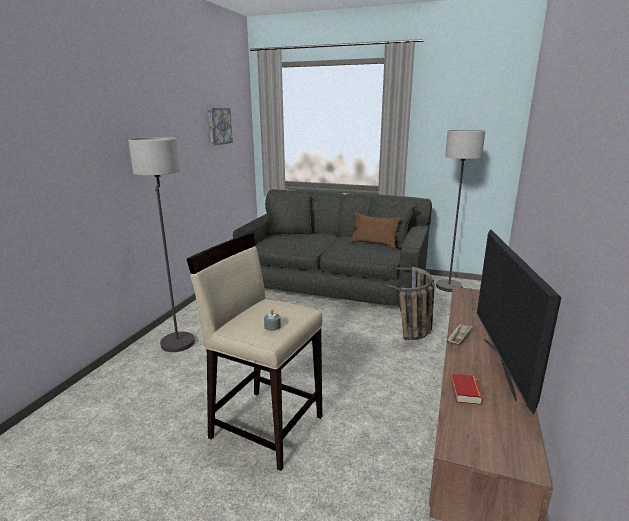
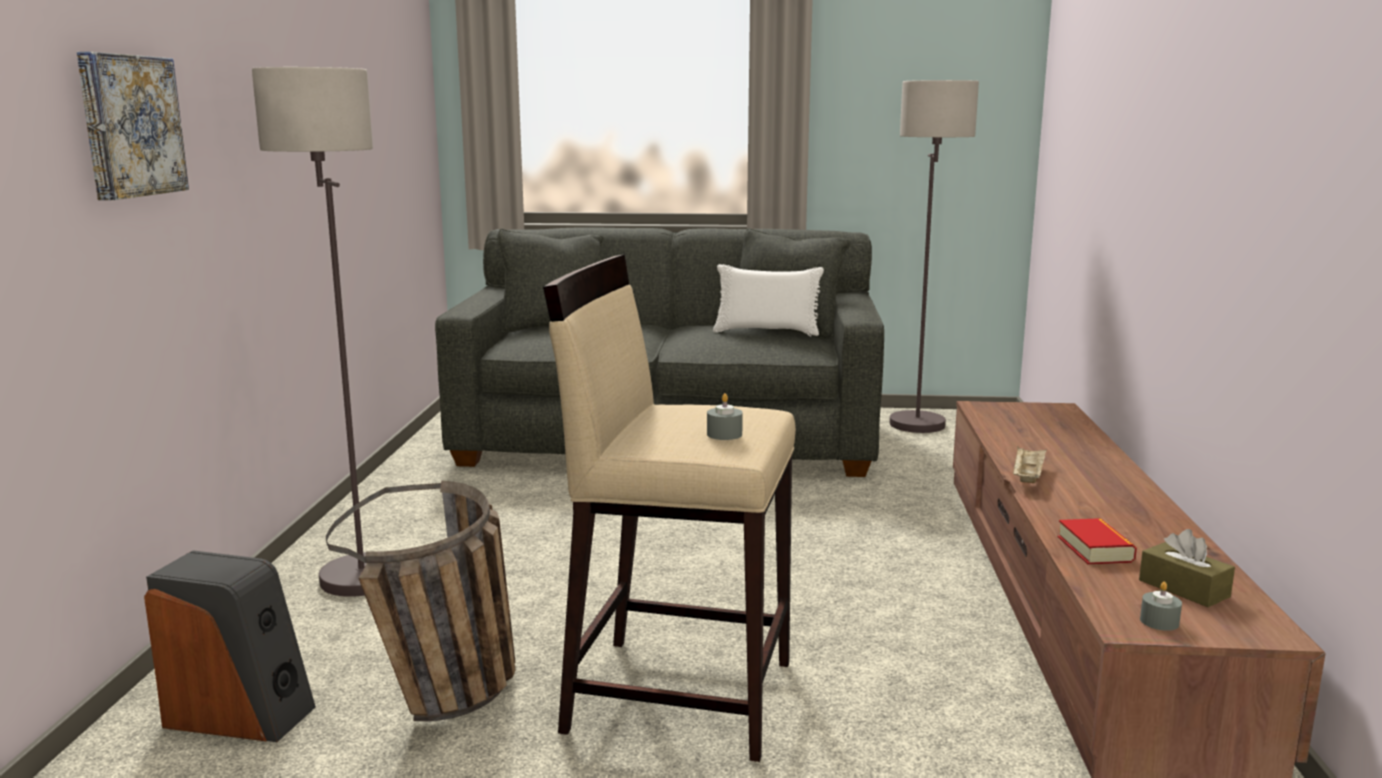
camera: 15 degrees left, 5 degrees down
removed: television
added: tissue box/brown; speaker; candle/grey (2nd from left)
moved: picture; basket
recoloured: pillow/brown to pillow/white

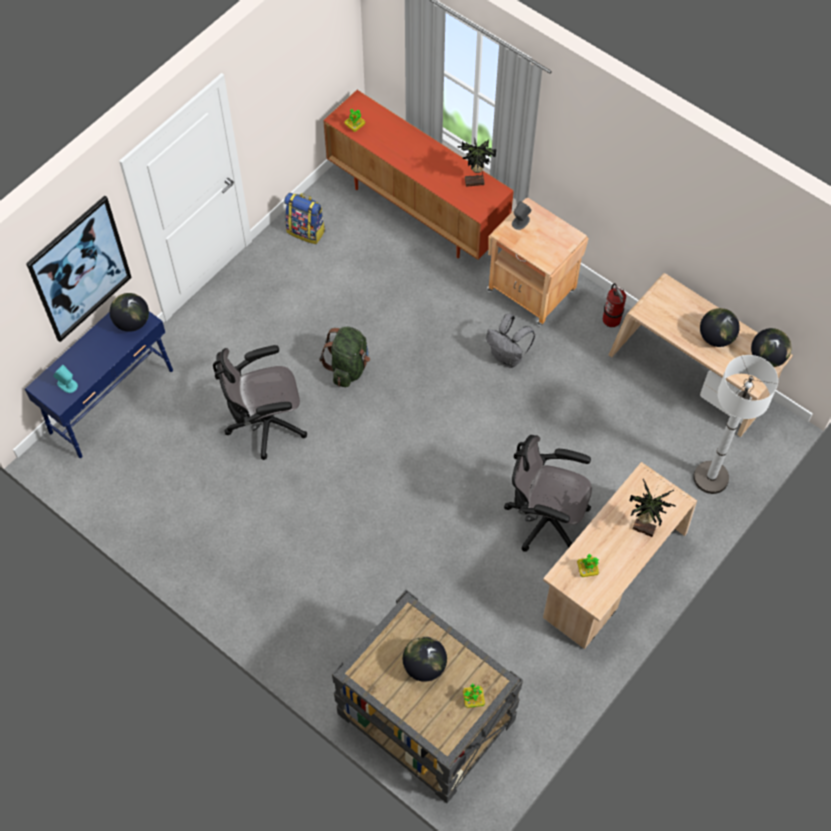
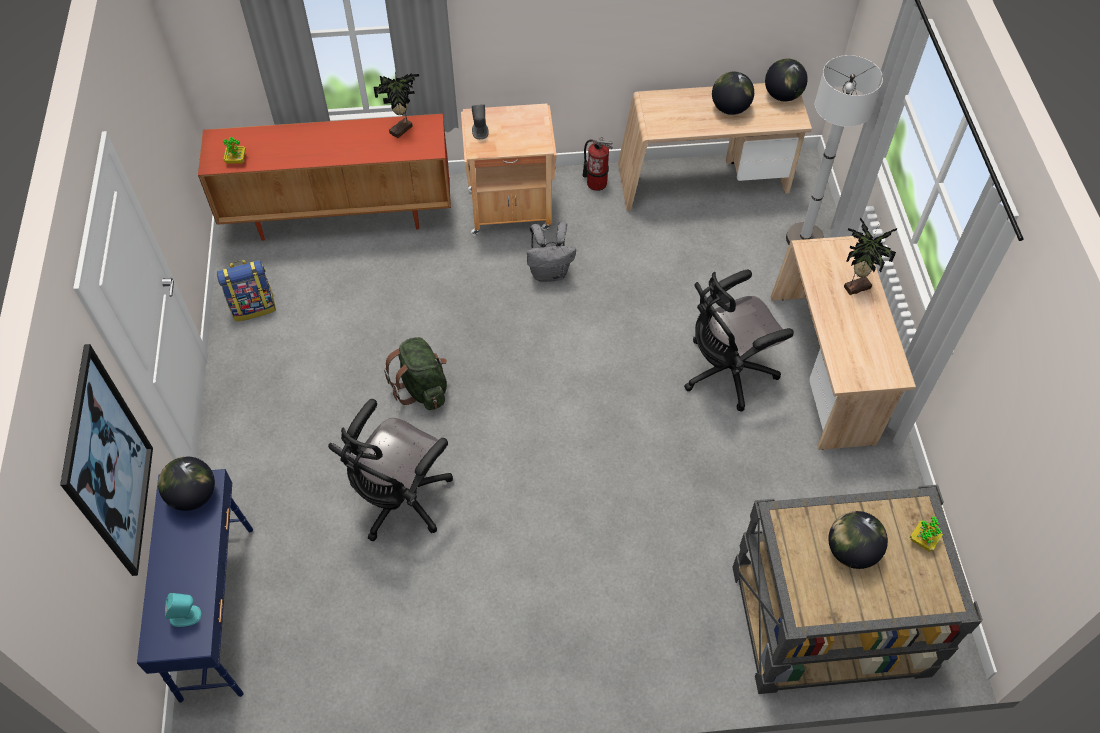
camera: 45 degrees left, 5 degrees down
removed: potted plant (4th from left)

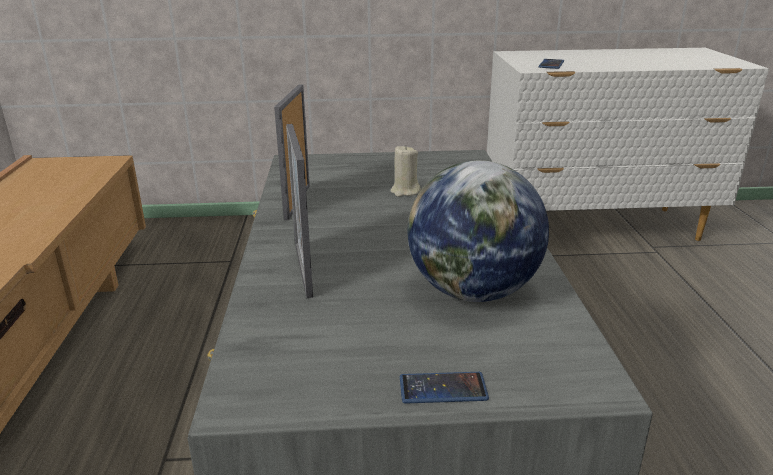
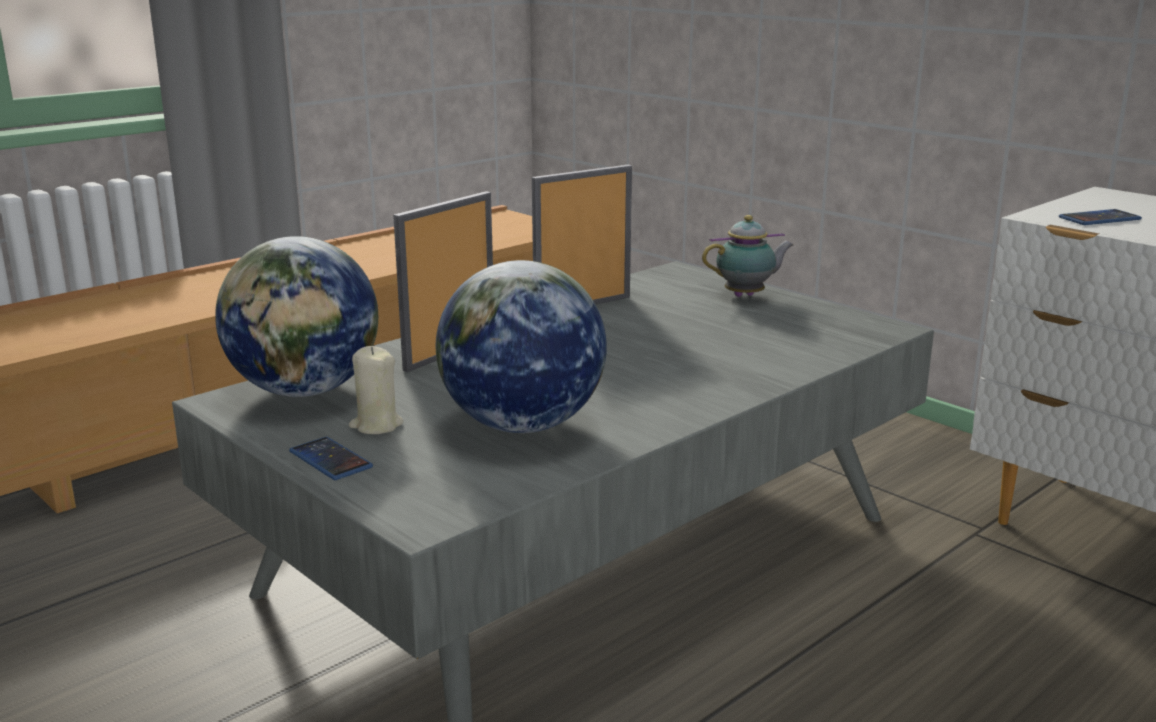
camera: 50 degrees right, 5 degrees down
added: teapot; globe (1st from left)
moved: candle/beige

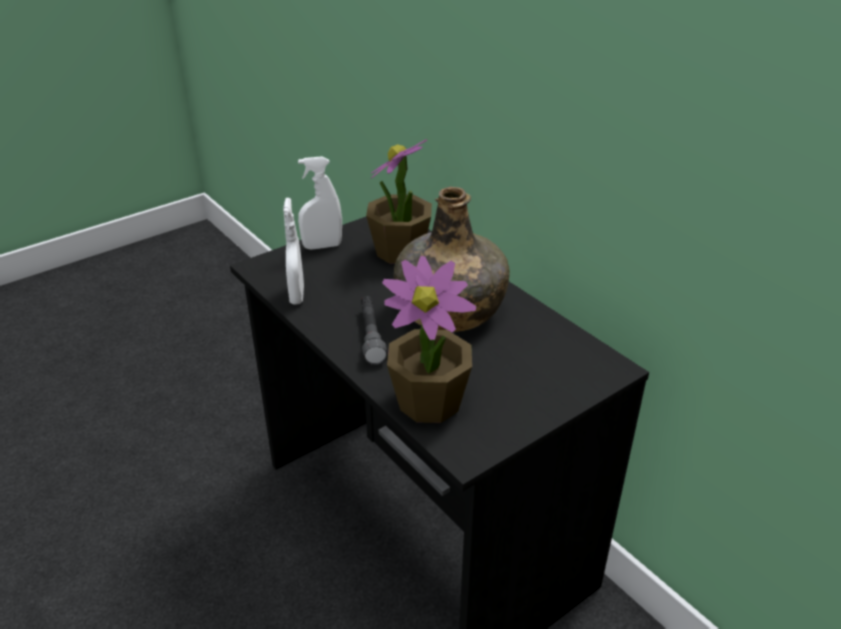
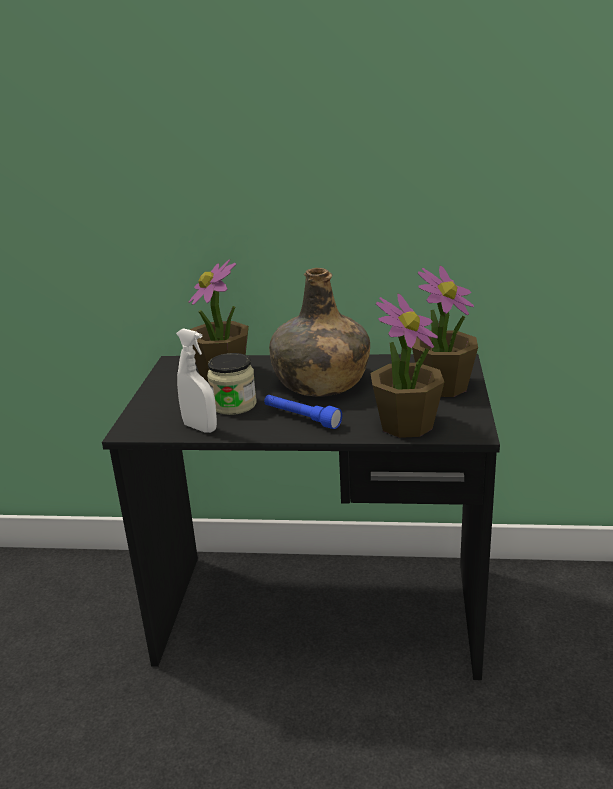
camera: 45 degrees left, 10 degrees down
removed: spray bottle/white (2nd from left)
added: potted plant (3rd from left); jar
recoloured: flashlight/grey to flashlight/blue

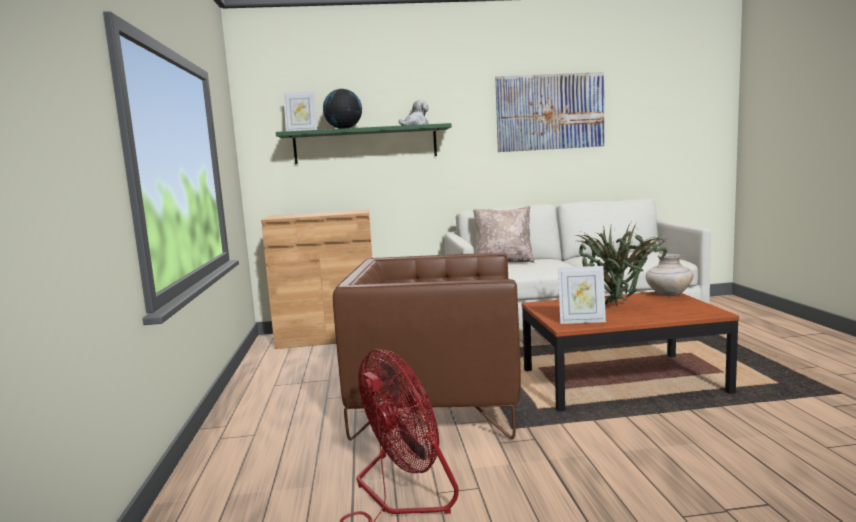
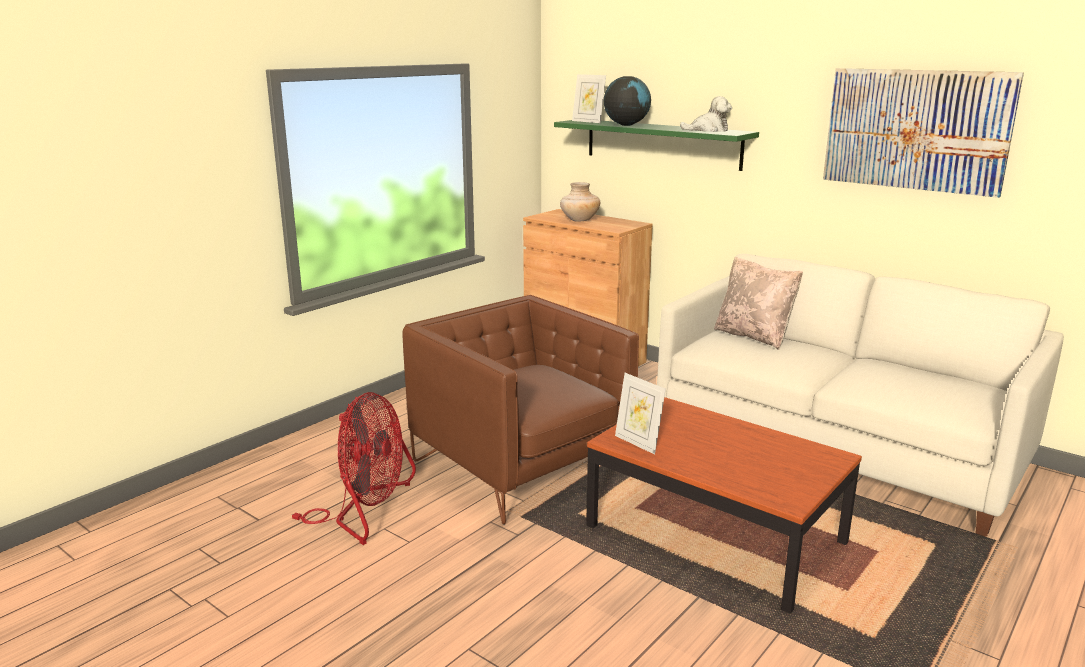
camera: 45 degrees right, 10 degrees up
removed: potted plant
moved: vase/beige

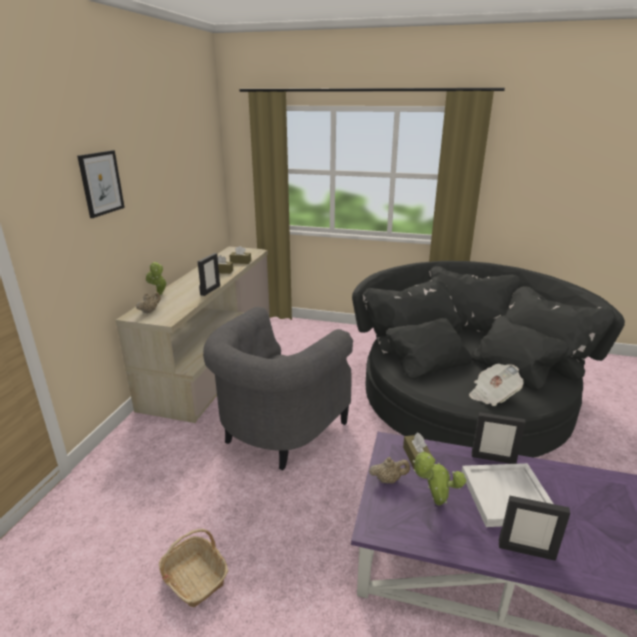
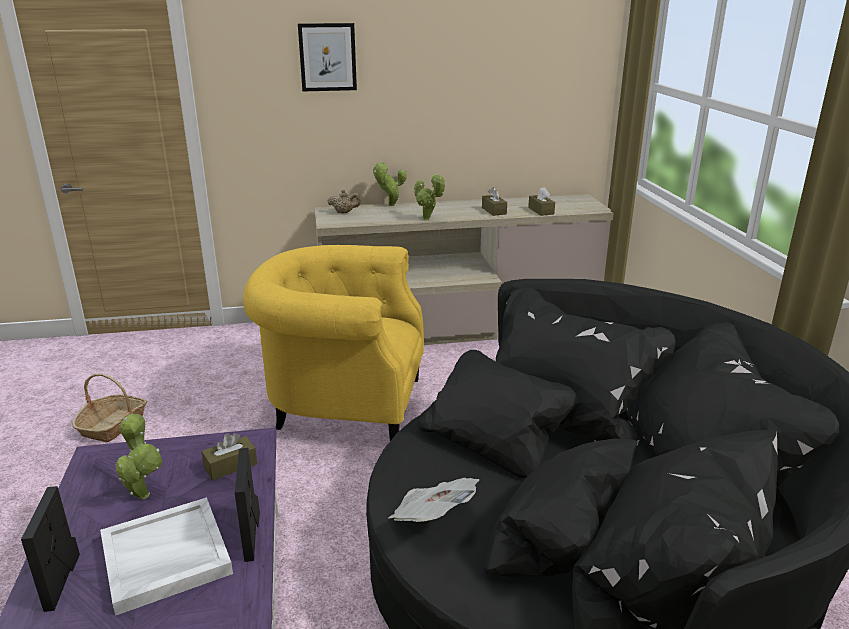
camera: 65 degrees right, 0 degrees up
removed: teapot/beige (2nd from left)
replaced: picture frame (1st from left) to potted plant (3rd from left)
recoloured: armchair/grey to armchair/yellow

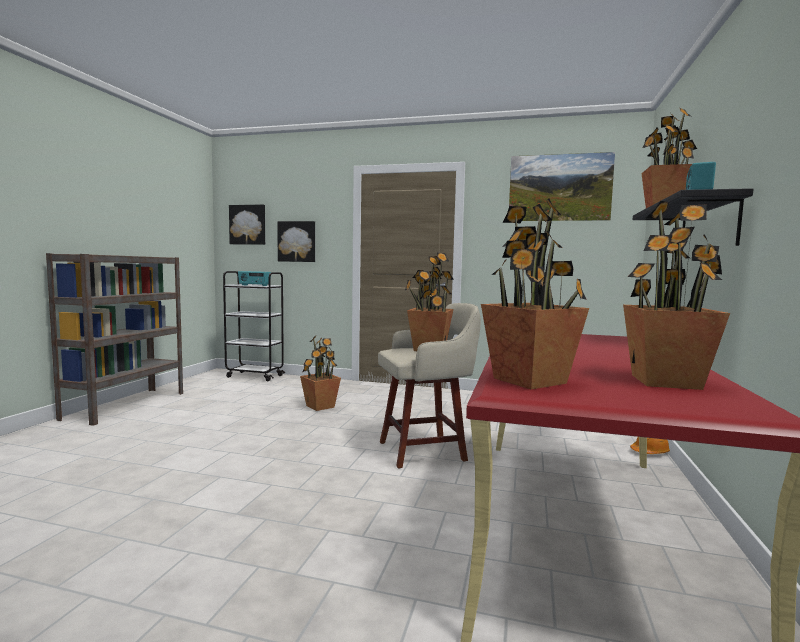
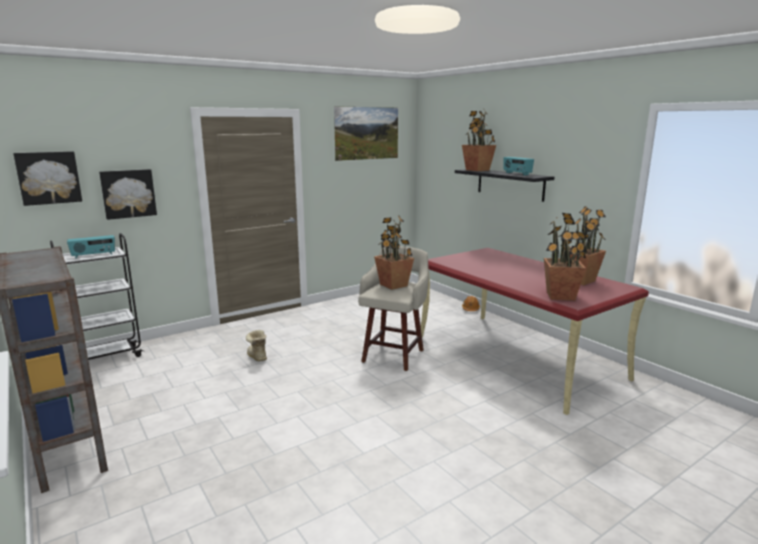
camera: 50 degrees left, 10 degrees up
replaced: potted plant (1st from left) to boot

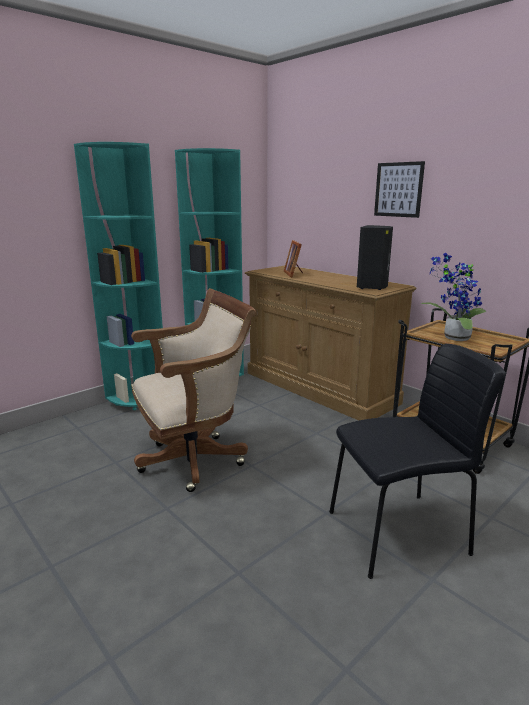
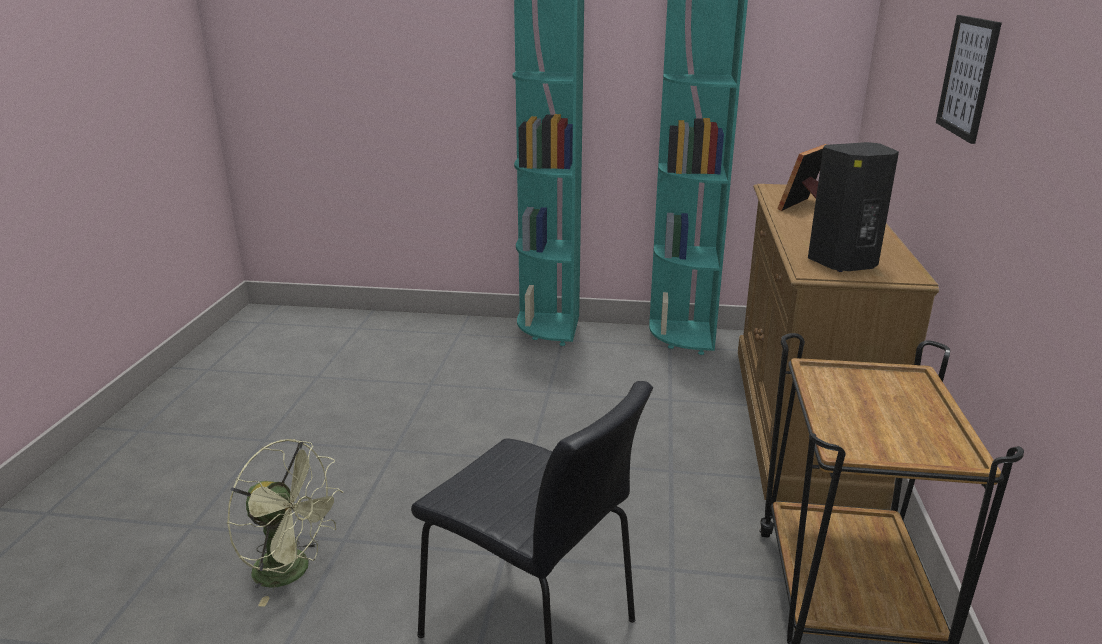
camera: 50 degrees right, 5 degrees up
removed: potted plant; office chair
added: fan/green

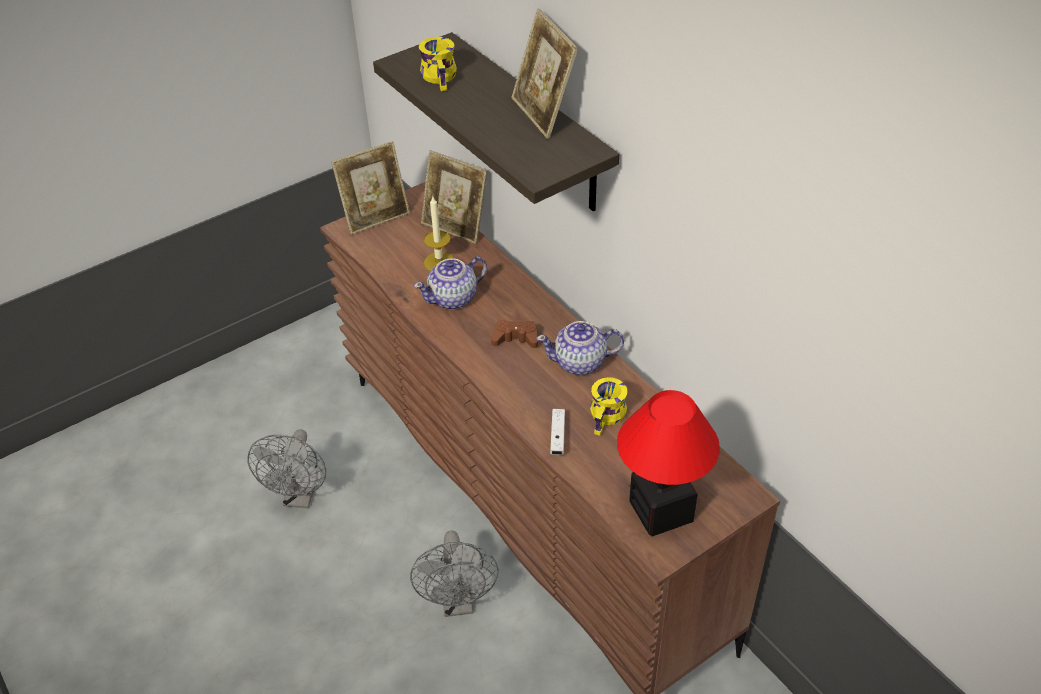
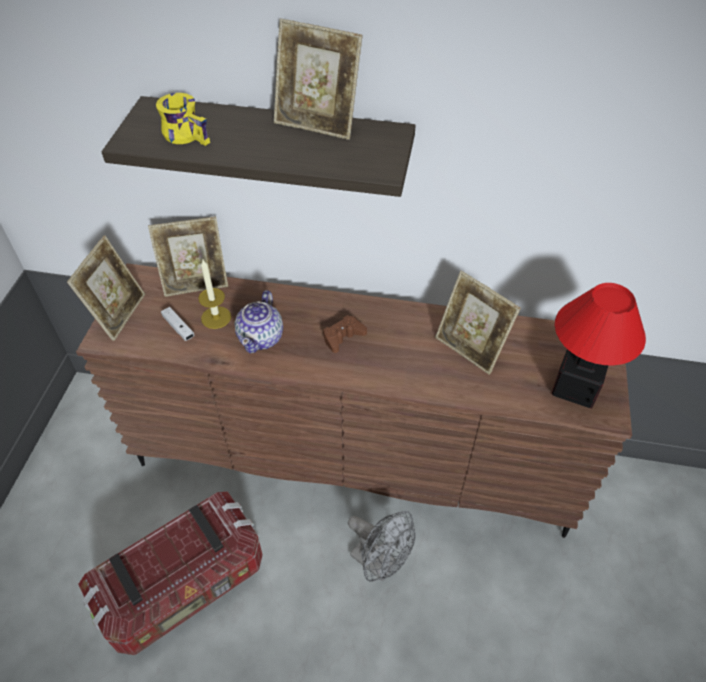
camera: 45 degrees left, 5 degrees up
removed: teapot (2nd from left)
moved: game controller/white
replaced: mug/yellow (2nd from left) to picture frame (4th from left); fan/grey (1st from left) to storage box

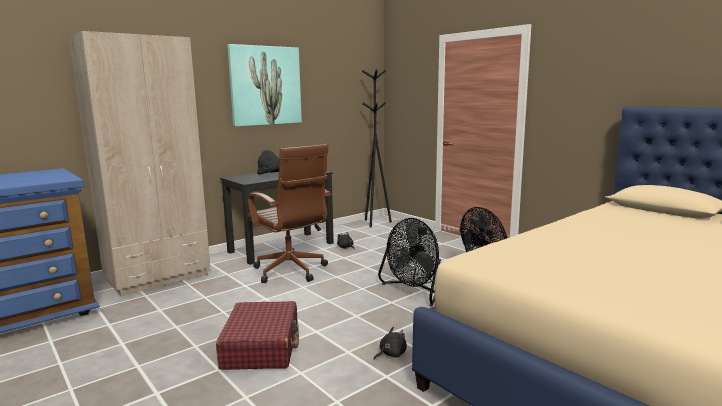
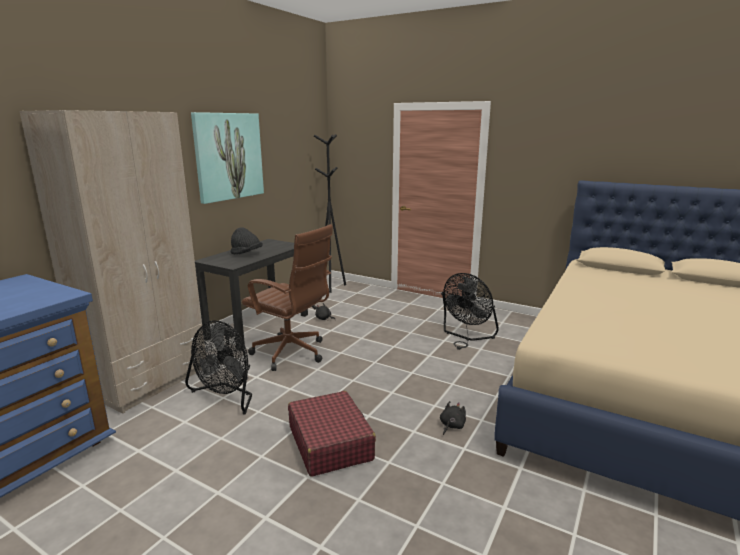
camera: 20 degrees left, 5 degrees up
moved: fan/black (1st from left)

